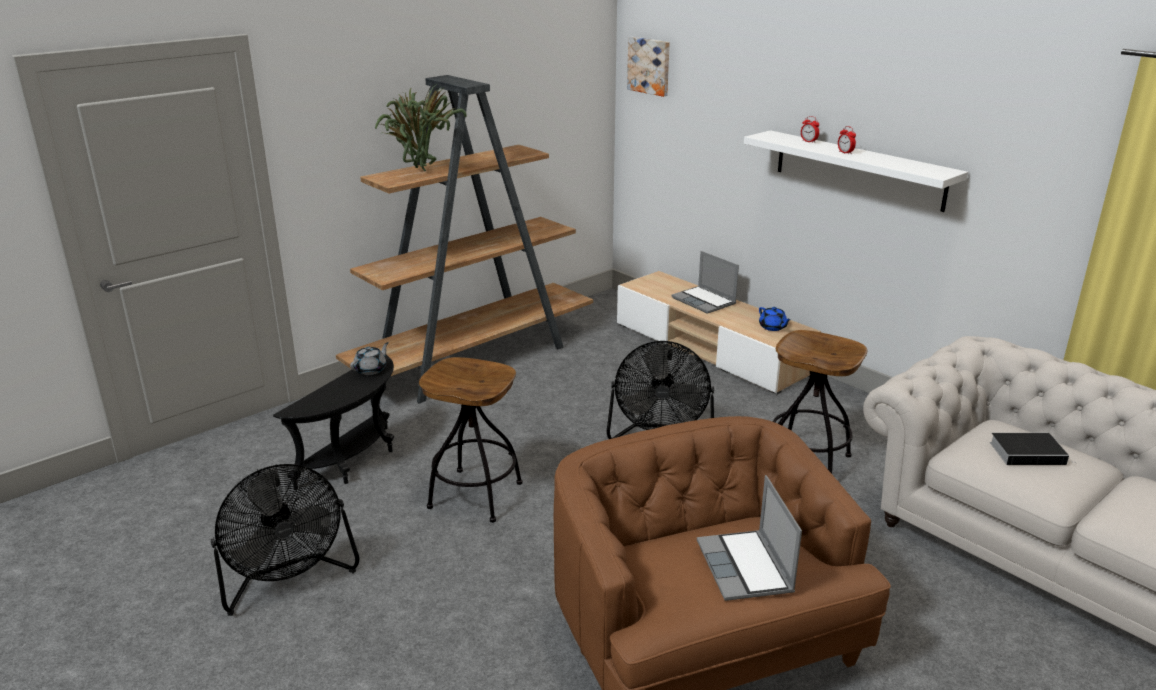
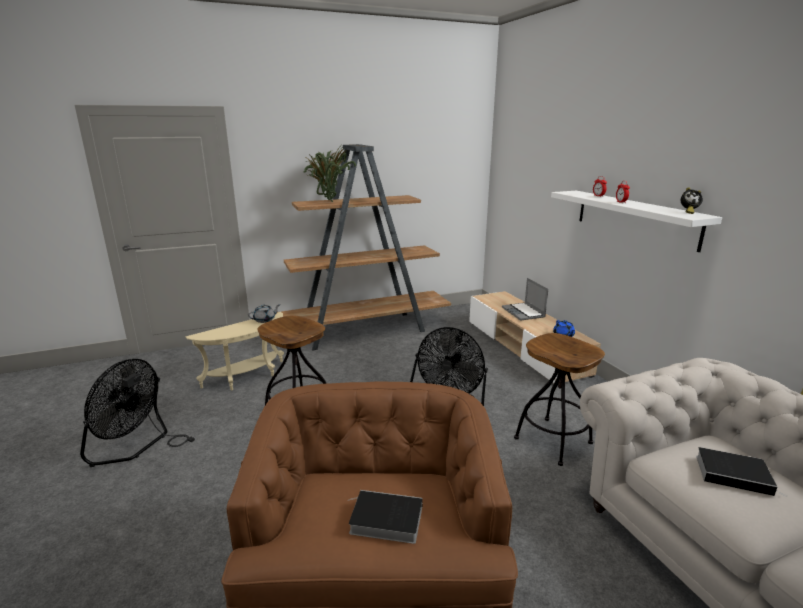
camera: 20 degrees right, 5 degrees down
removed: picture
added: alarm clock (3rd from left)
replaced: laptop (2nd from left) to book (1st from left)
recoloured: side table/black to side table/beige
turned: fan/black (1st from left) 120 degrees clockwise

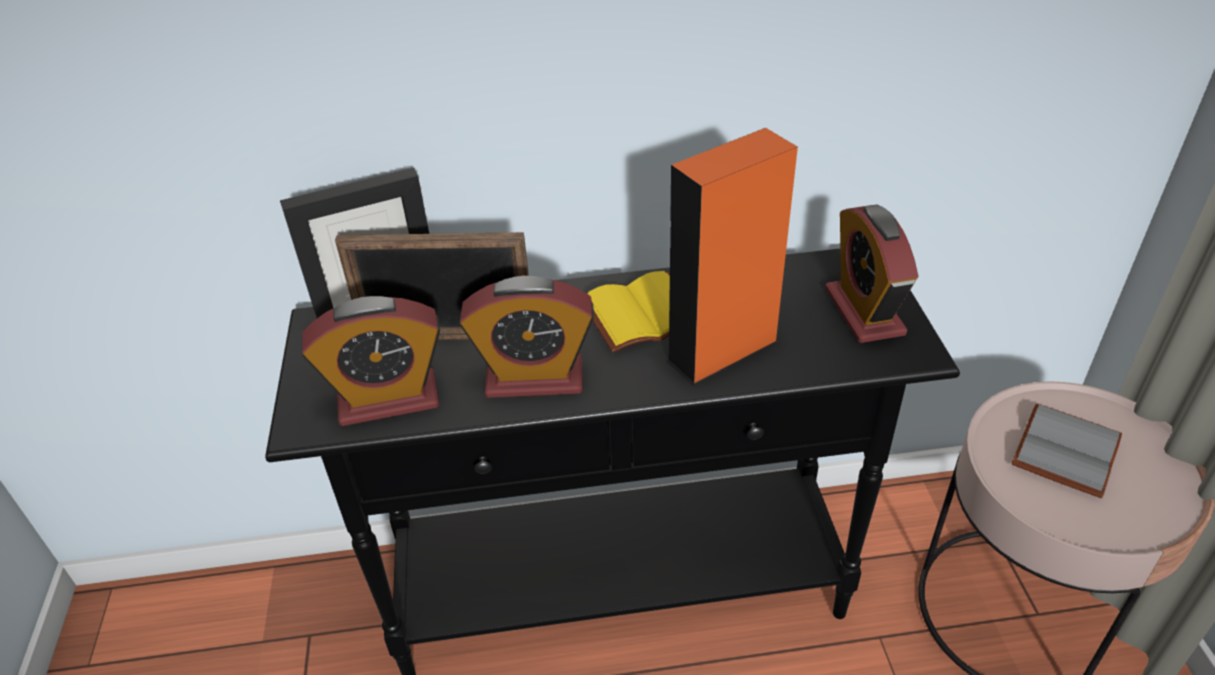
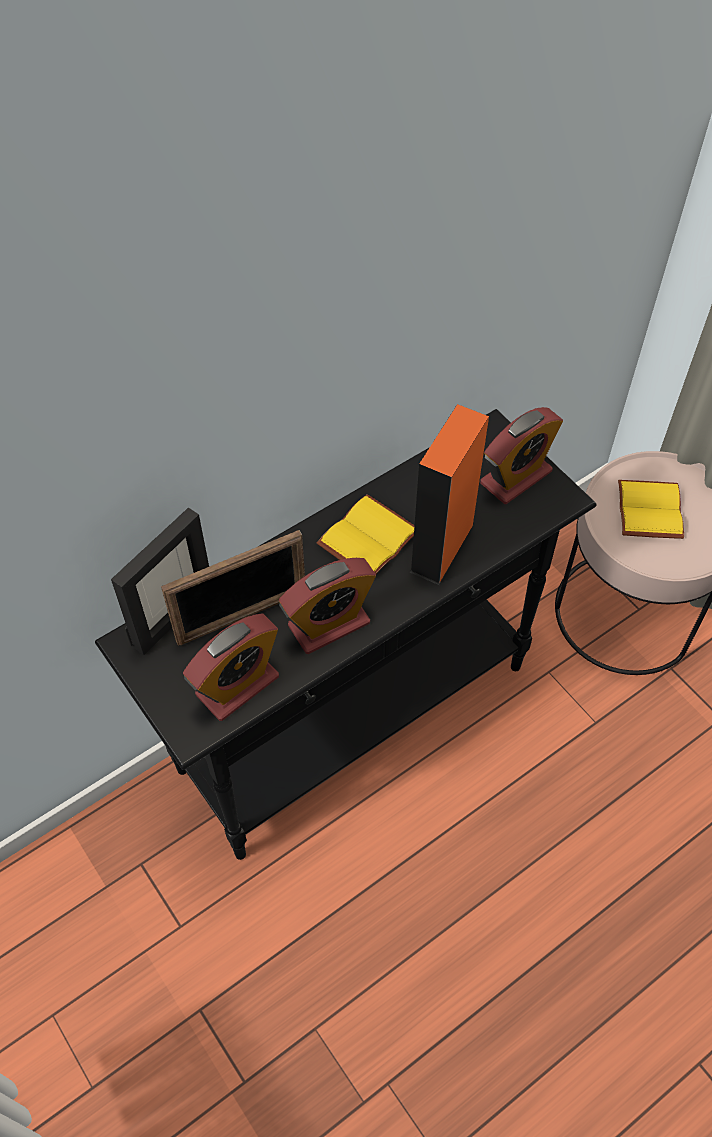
camera: 30 degrees left, 15 degrees up
recoloured: book/grey to book/yellow (2nd from left)
turned: alarm clock (3rd from left) 90 degrees counterclockwise

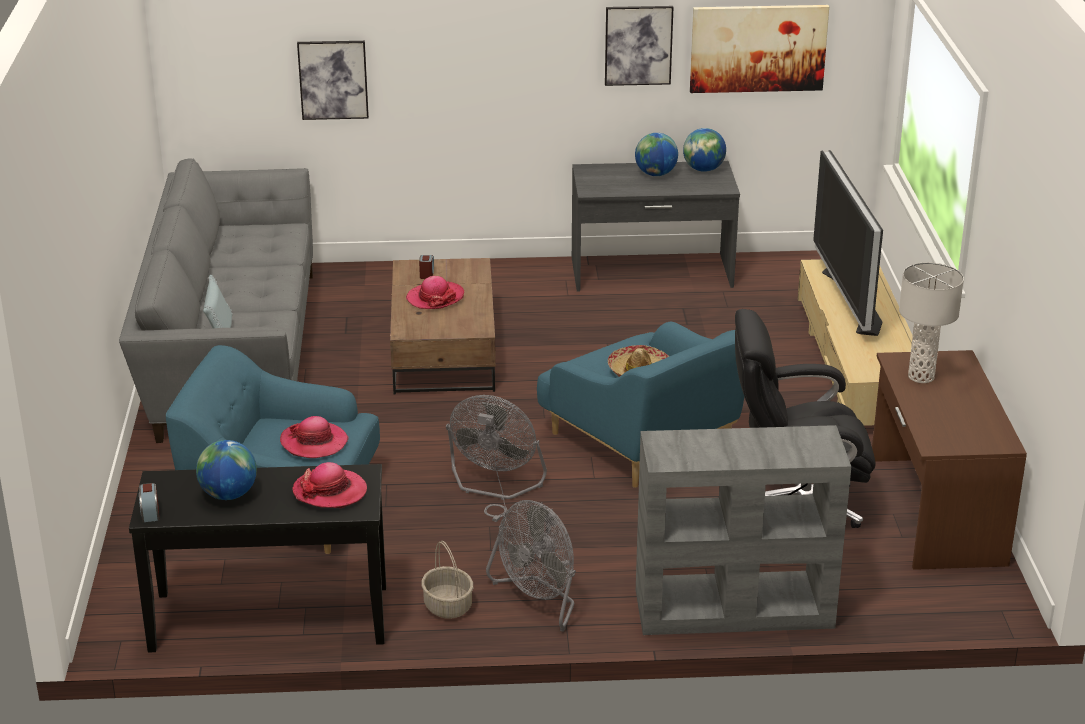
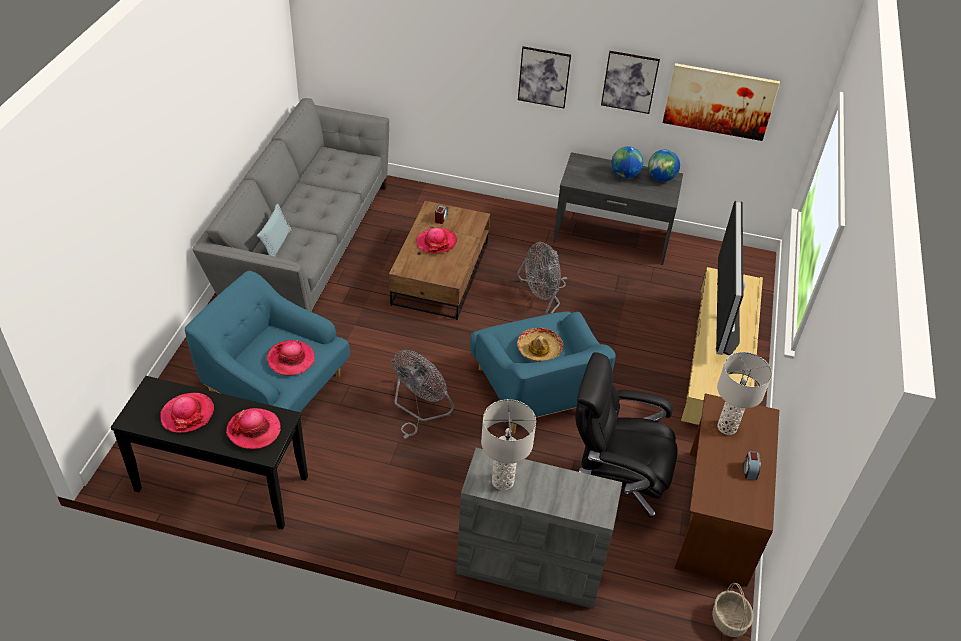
camera: 15 degrees right, 15 degrees up
added: table lamp/white (1st from left)
moved: picture (1st from left); alarm clock (1st from left in the first image) to alarm clock (2nd from left); fan/grey (2nd from left); basket
replaced: globe (1st from left) to hat (1st from left)

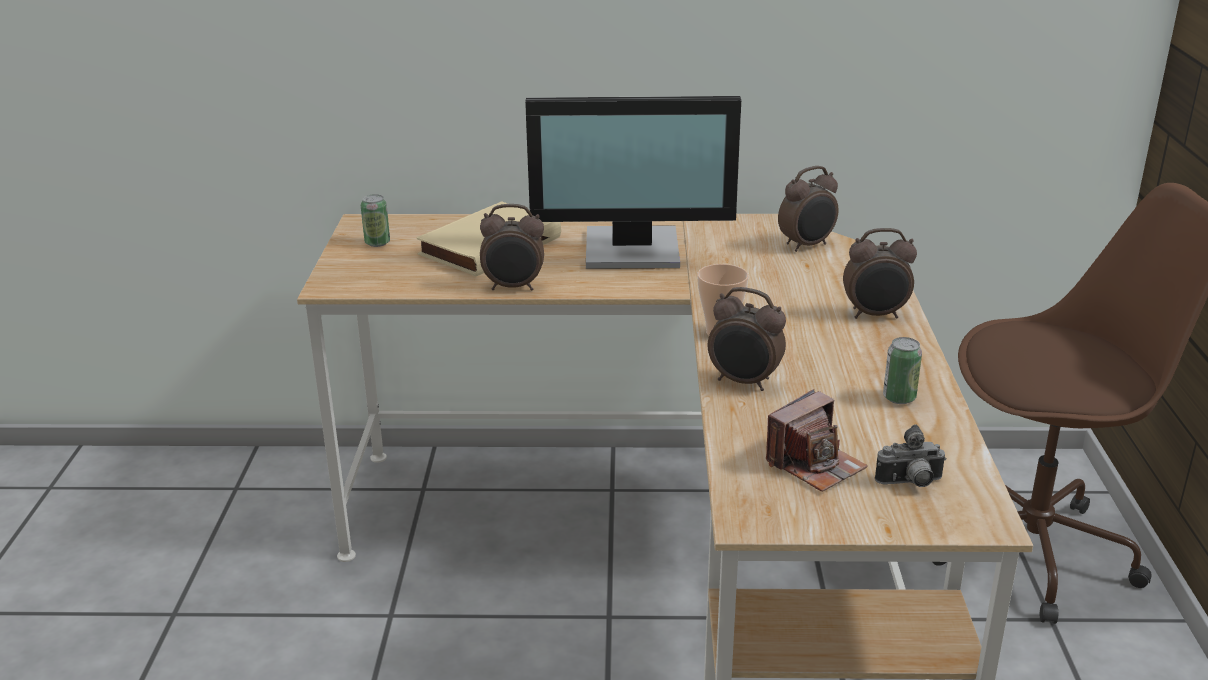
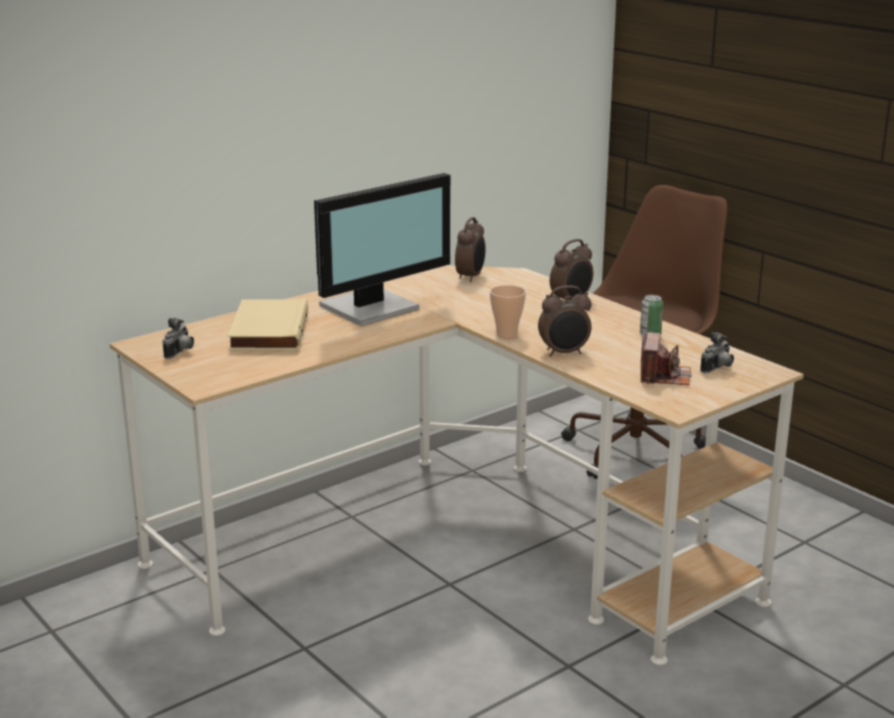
camera: 40 degrees left, 5 degrees down
removed: alarm clock (1st from left)
replaced: can (1st from left) to photo camera (1st from left)

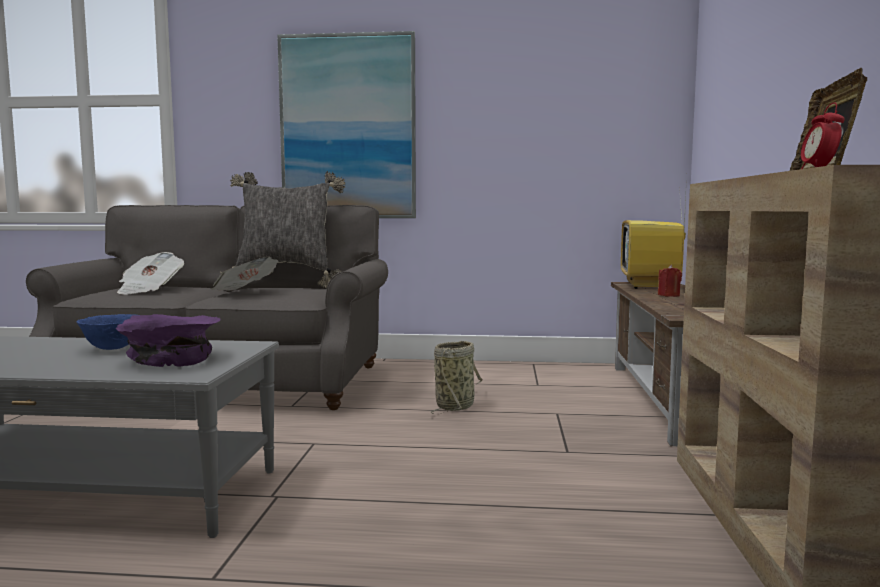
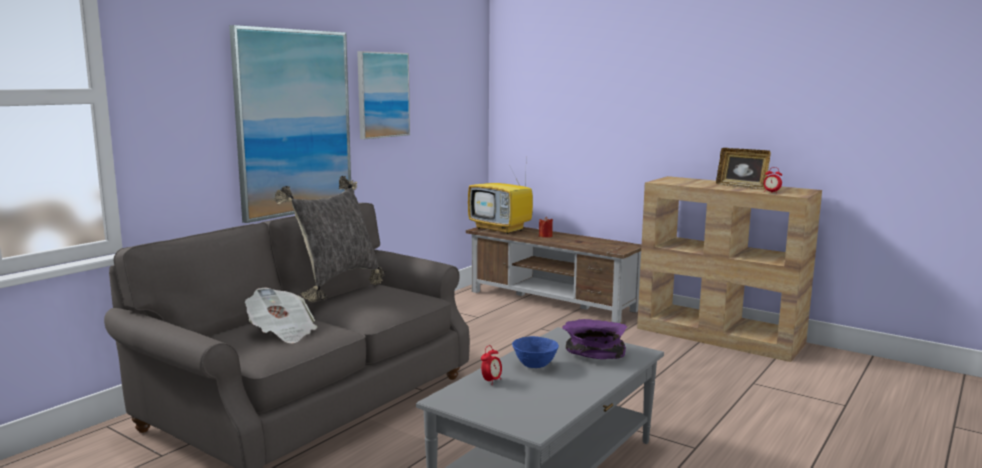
camera: 60 degrees left, 5 degrees up
removed: newspaper (2nd from left); basket
added: picture (2nd from left); alarm clock (1st from left)

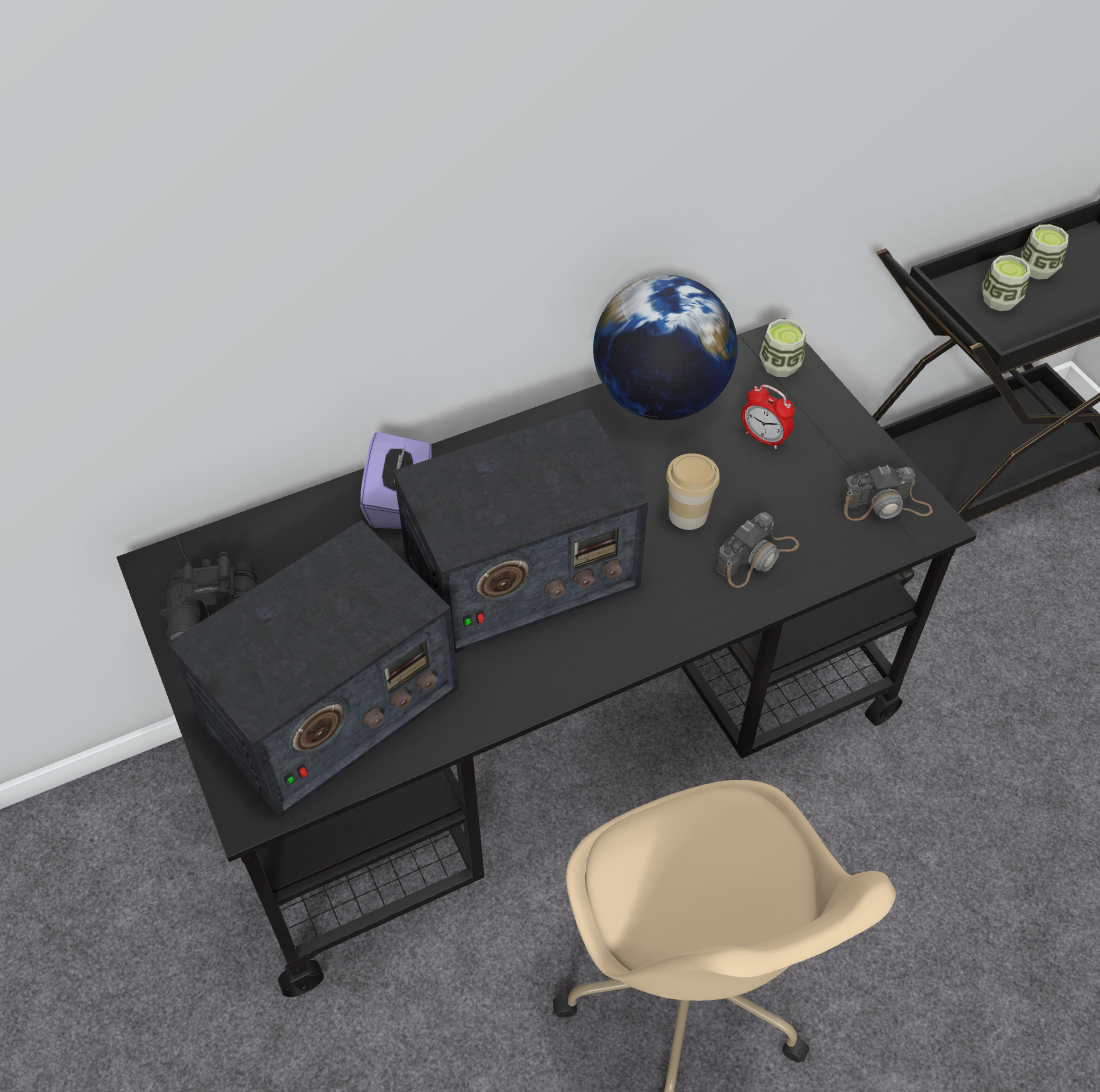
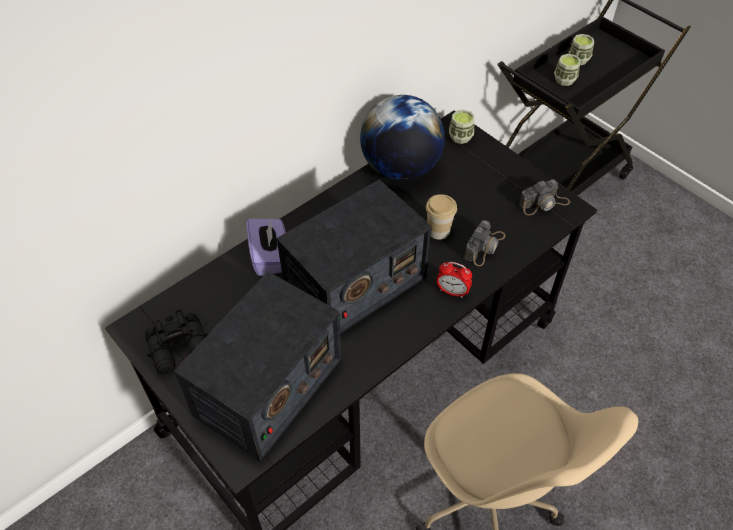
camera: 15 degrees left, 0 degrees up
moved: alarm clock

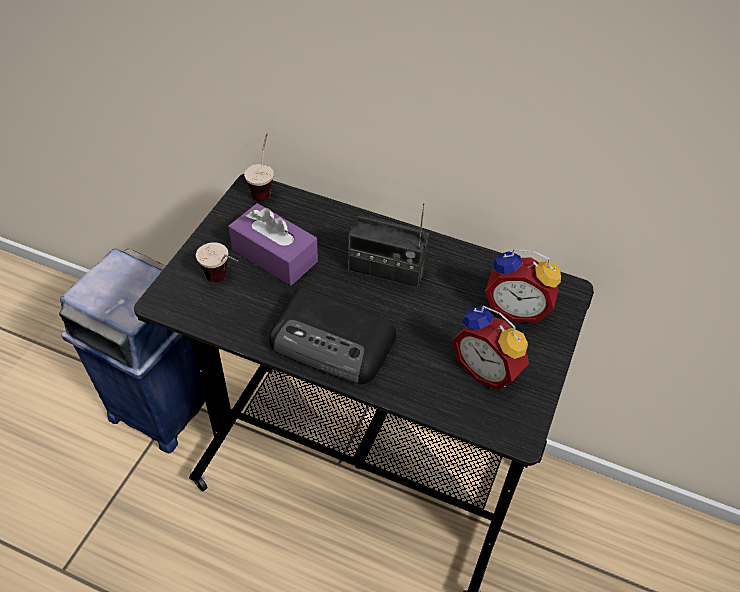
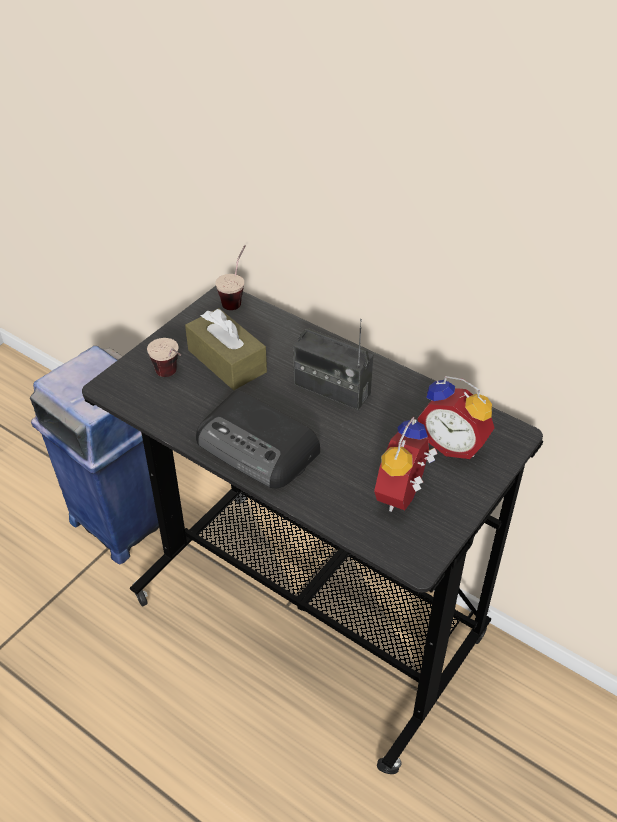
camera: 15 degrees right, 5 degrees down
recoloured: tissue box/purple to tissue box/brown
turned: alarm clock (1st from left) 60 degrees clockwise

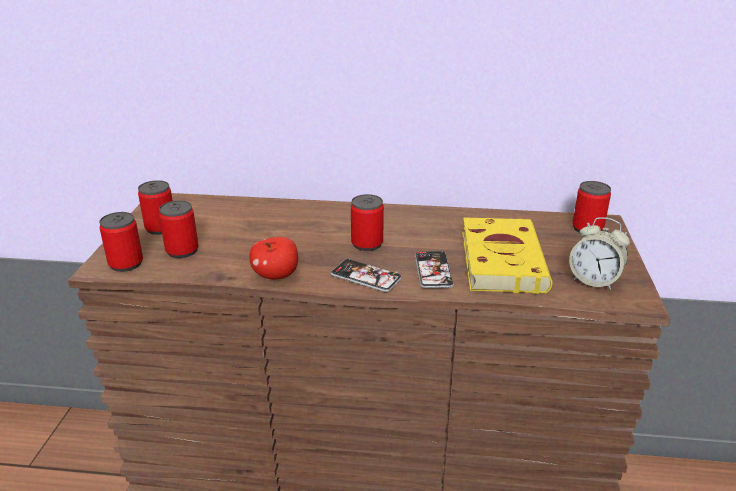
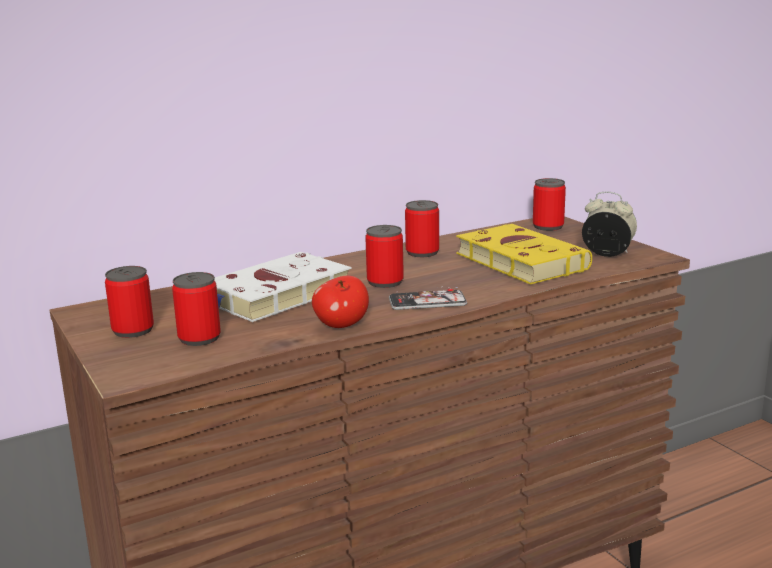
camera: 35 degrees left, 10 degrees down
removed: phone (2nd from left)
added: book/white
moved: can (1st from left in the first image) to can (4th from left)
turned: alarm clock 150 degrees counterclockwise

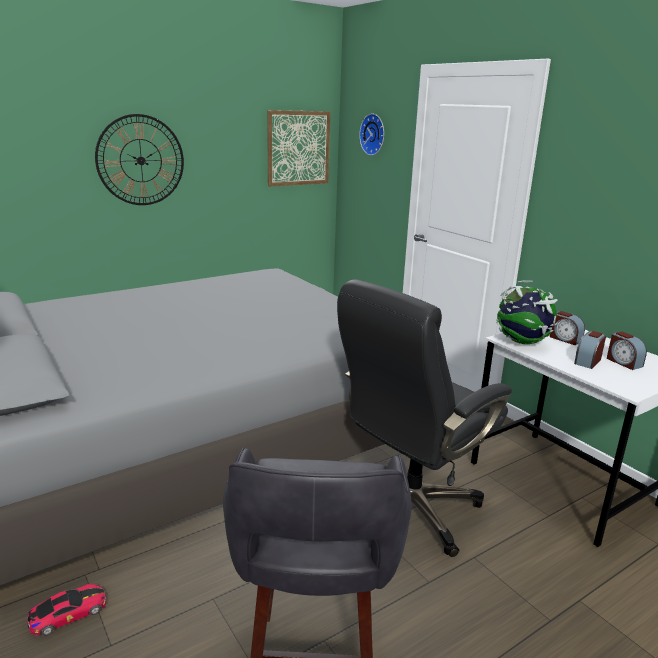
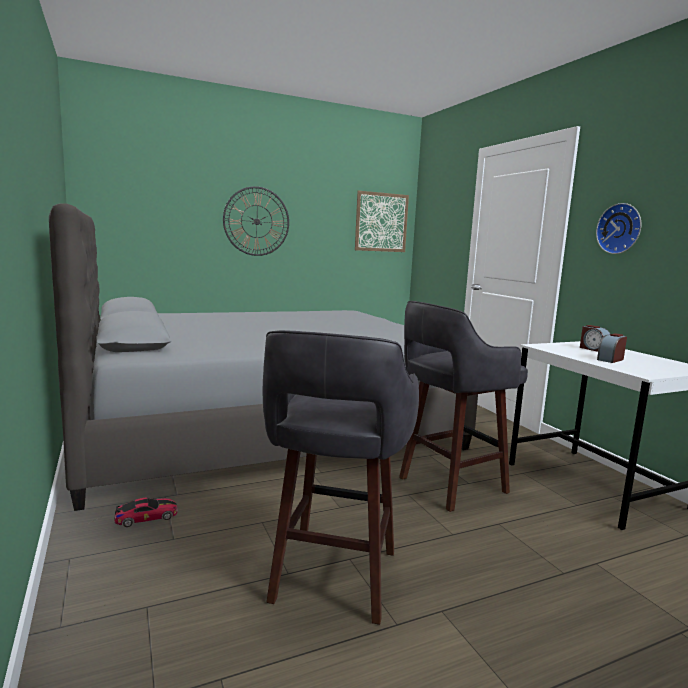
camera: 10 degrees right, 10 degrees down
removed: globe; alarm clock (3rd from left)
moved: wall clock (2nd from left)
replaced: office chair/black to stool/grey (2nd from left)

